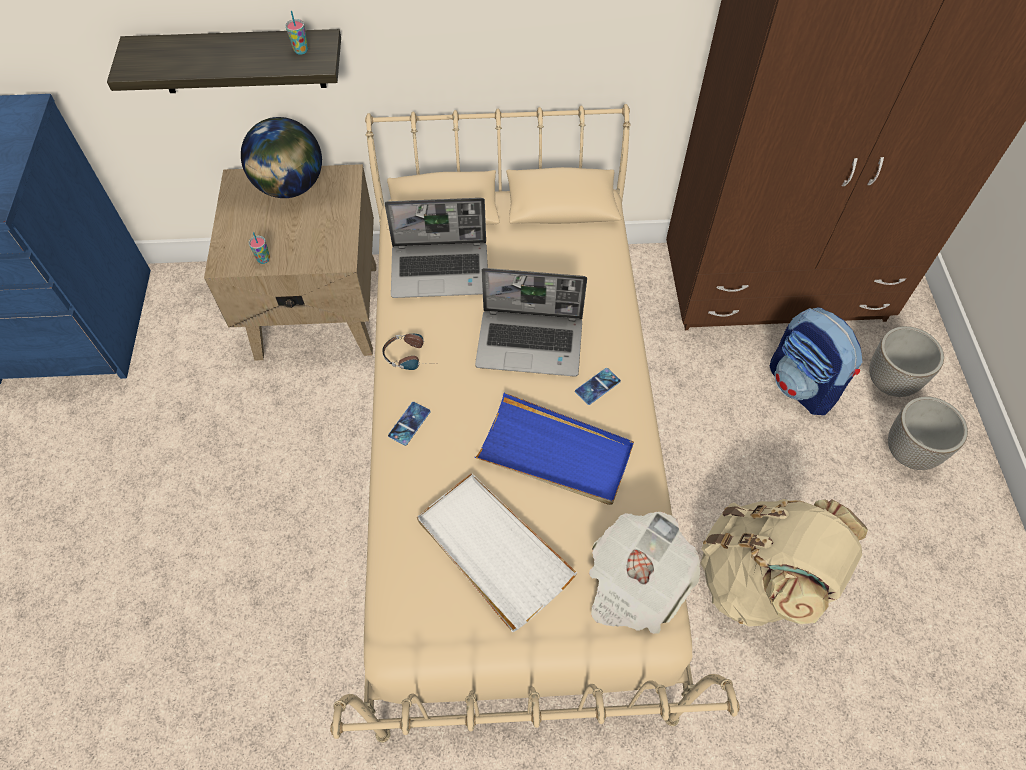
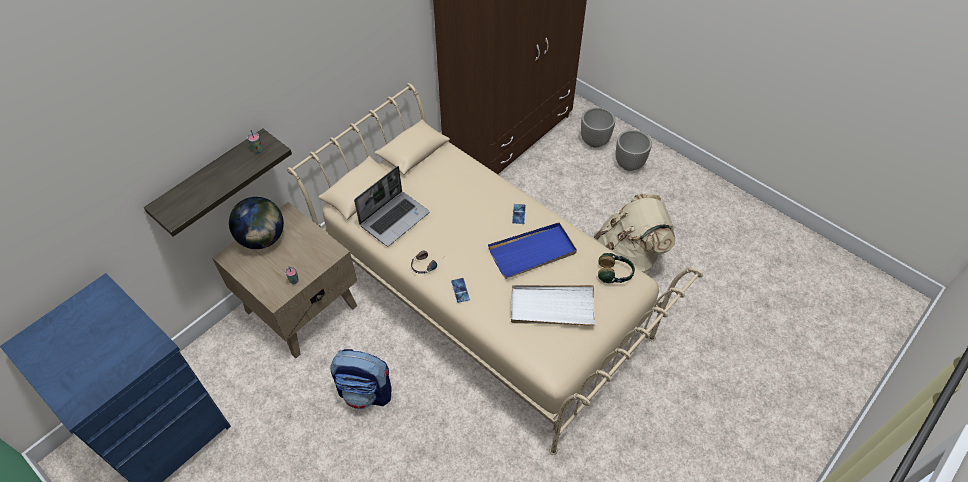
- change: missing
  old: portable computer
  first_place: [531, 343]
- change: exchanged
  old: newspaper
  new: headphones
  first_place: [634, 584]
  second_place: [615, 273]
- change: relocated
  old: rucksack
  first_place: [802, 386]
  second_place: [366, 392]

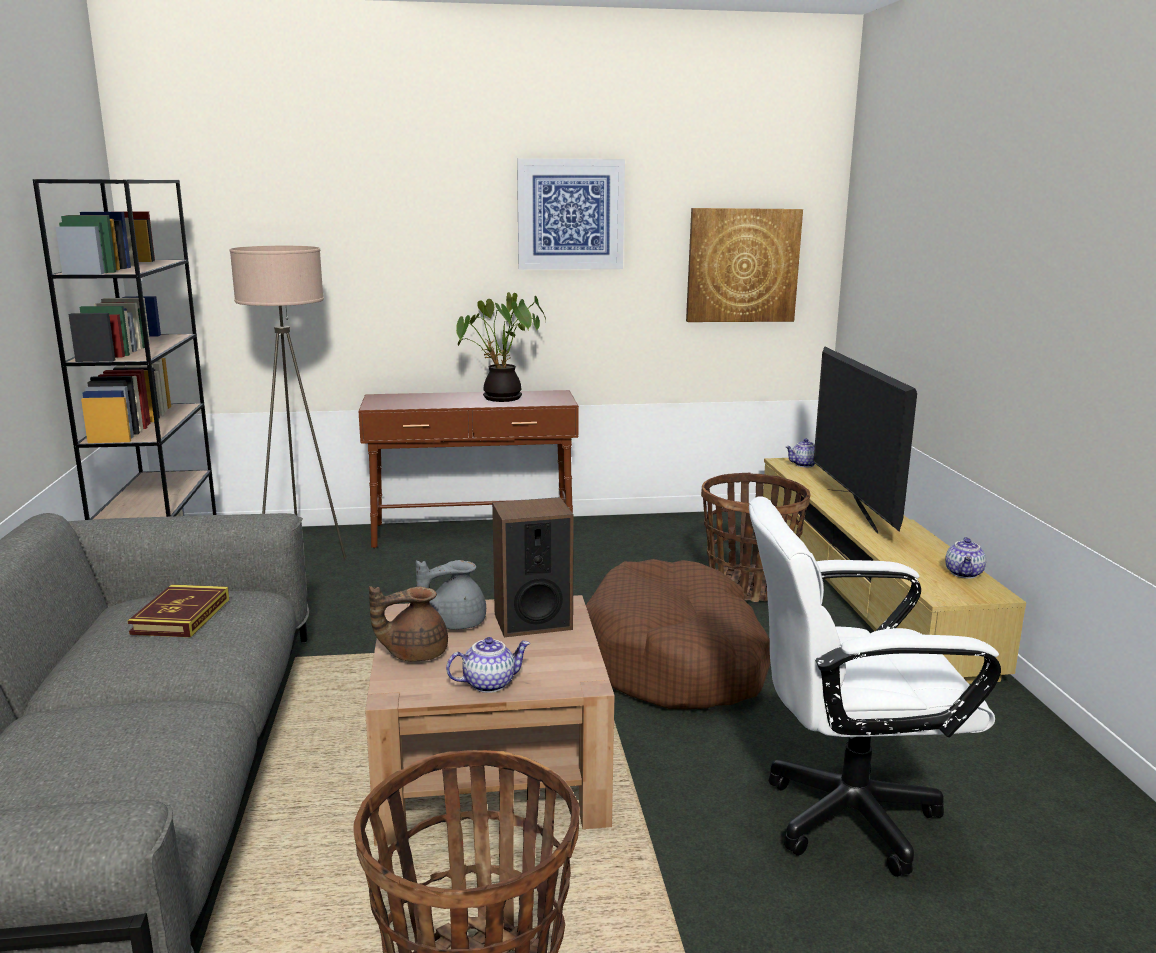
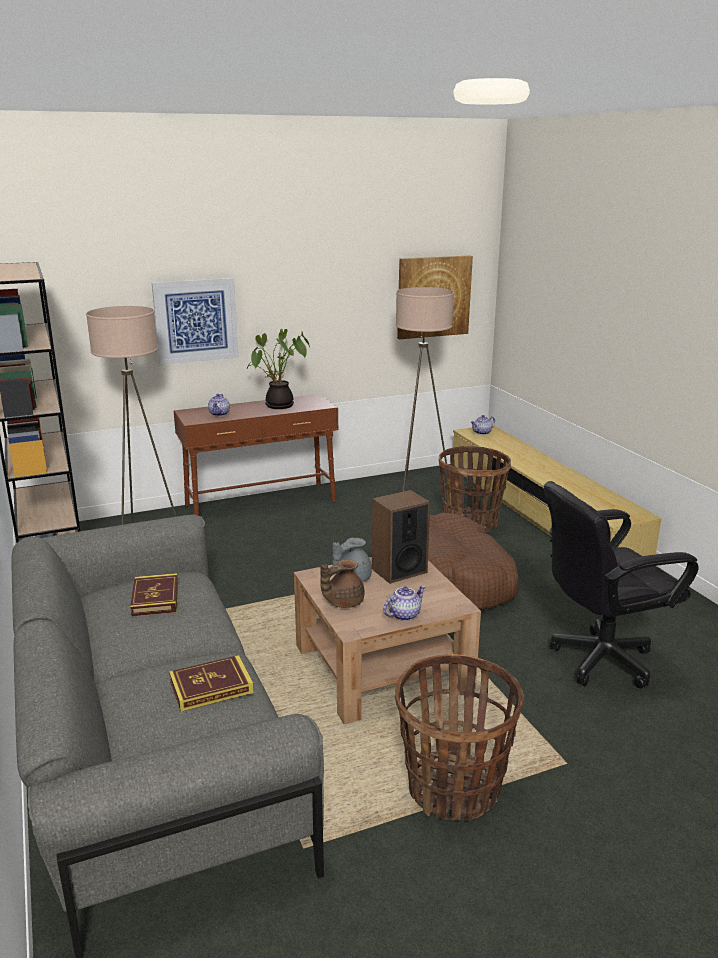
- change: relocated
  old: picture
  first_place: [570, 214]
  second_place: [196, 320]
- change: colour
  old: white office chair
  new: blackish office chair
  first_place: [841, 821]
  second_place: [598, 663]
- change: missing
  old: television
  first_place: [852, 510]
- change: relocated
  old: teapot
  first_place: [964, 574]
  second_place: [220, 414]
- change: appeared
  new: book
  second_place: [211, 687]
- change: appeared
  new: beige-coloured standing lamp
  second_place: [419, 492]

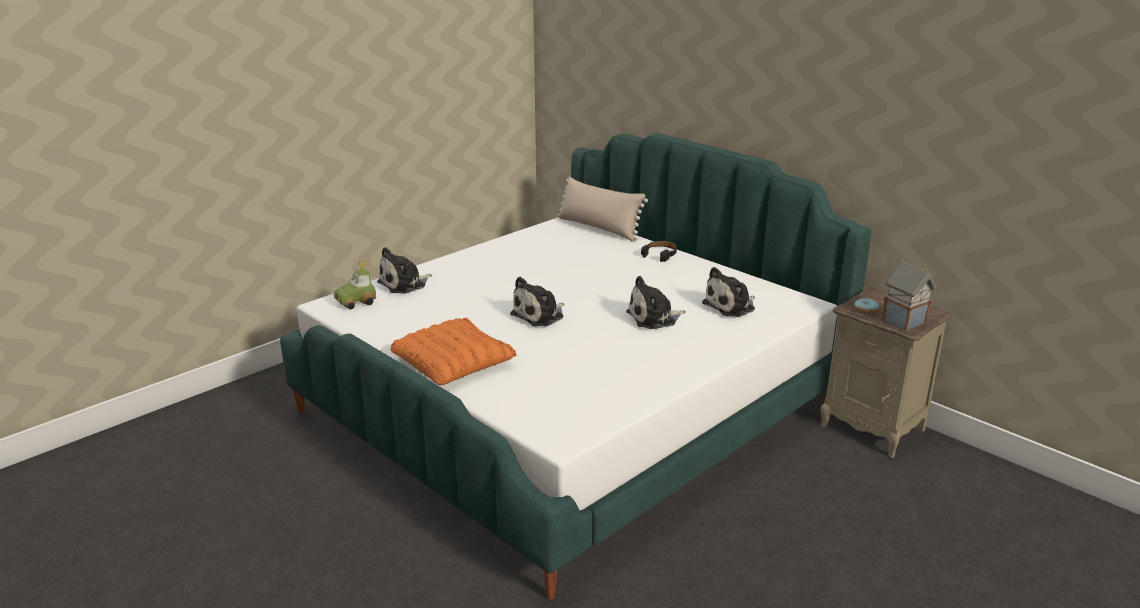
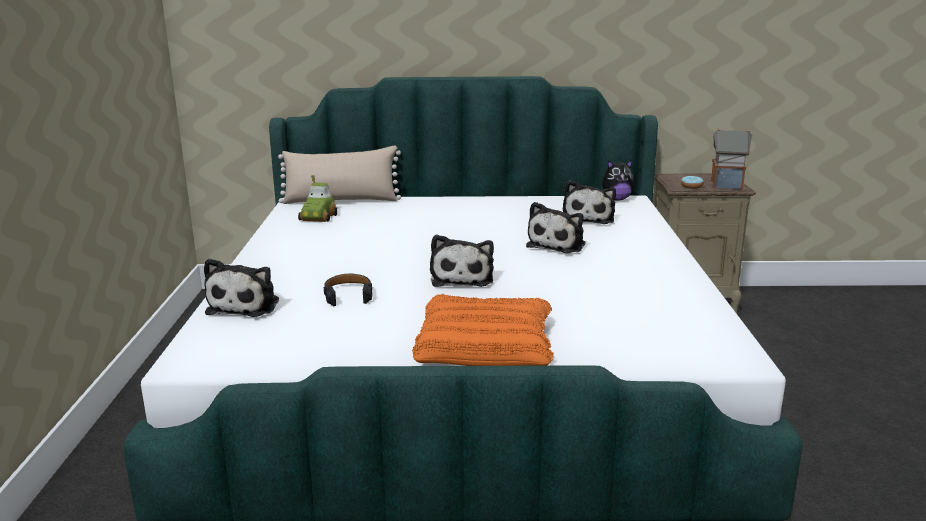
- change: relocated
  old: miniature car
  first_place: [356, 302]
  second_place: [318, 218]
- change: relocated
  old: blackish headphones
  first_place: [660, 254]
  second_place: [348, 295]
- change: appeared
  new: plush toy
  second_place: [616, 199]

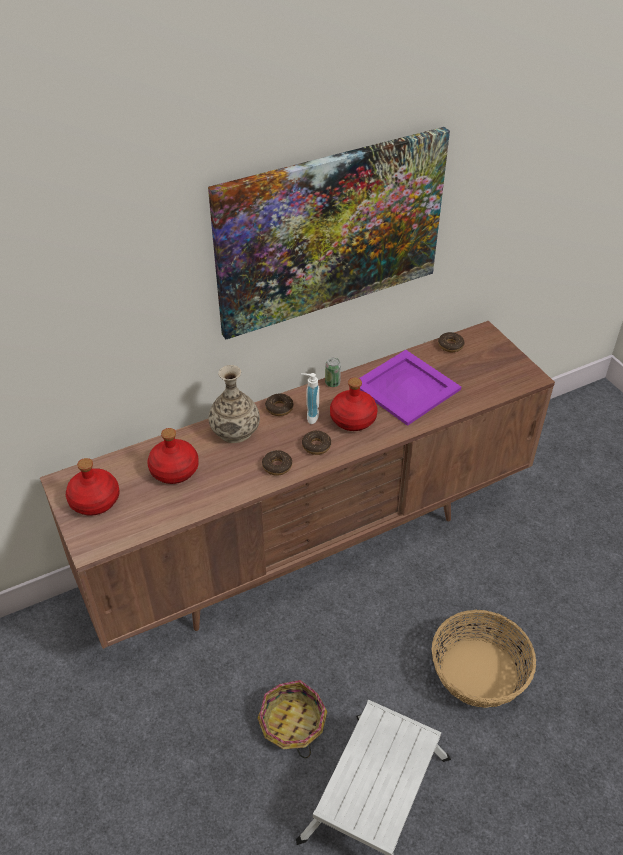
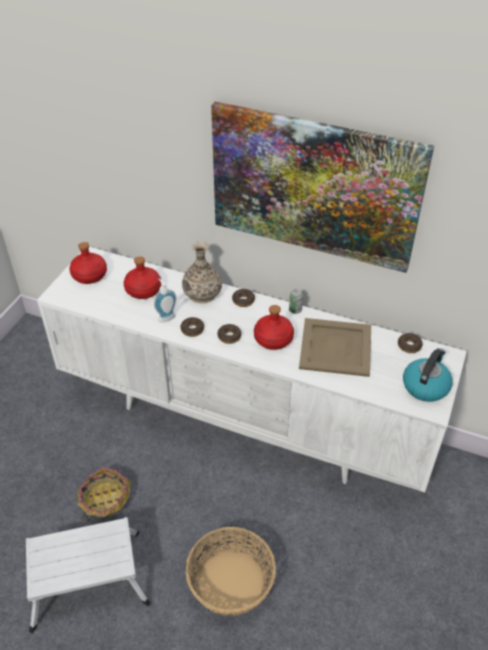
- change: colour
  old: brown storage cabinet
  new: white storage cabinet
  first_place: [312, 542]
  second_place: [246, 420]
- change: relocated
  old: soap dispenser
  first_place: [310, 416]
  second_place: [166, 316]
- change: colour
  old: purple-coloured tray
  new: beige-coloured tray
  first_place: [406, 388]
  second_place: [335, 347]
- change: appeared
  new: water kettle
  second_place: [425, 386]

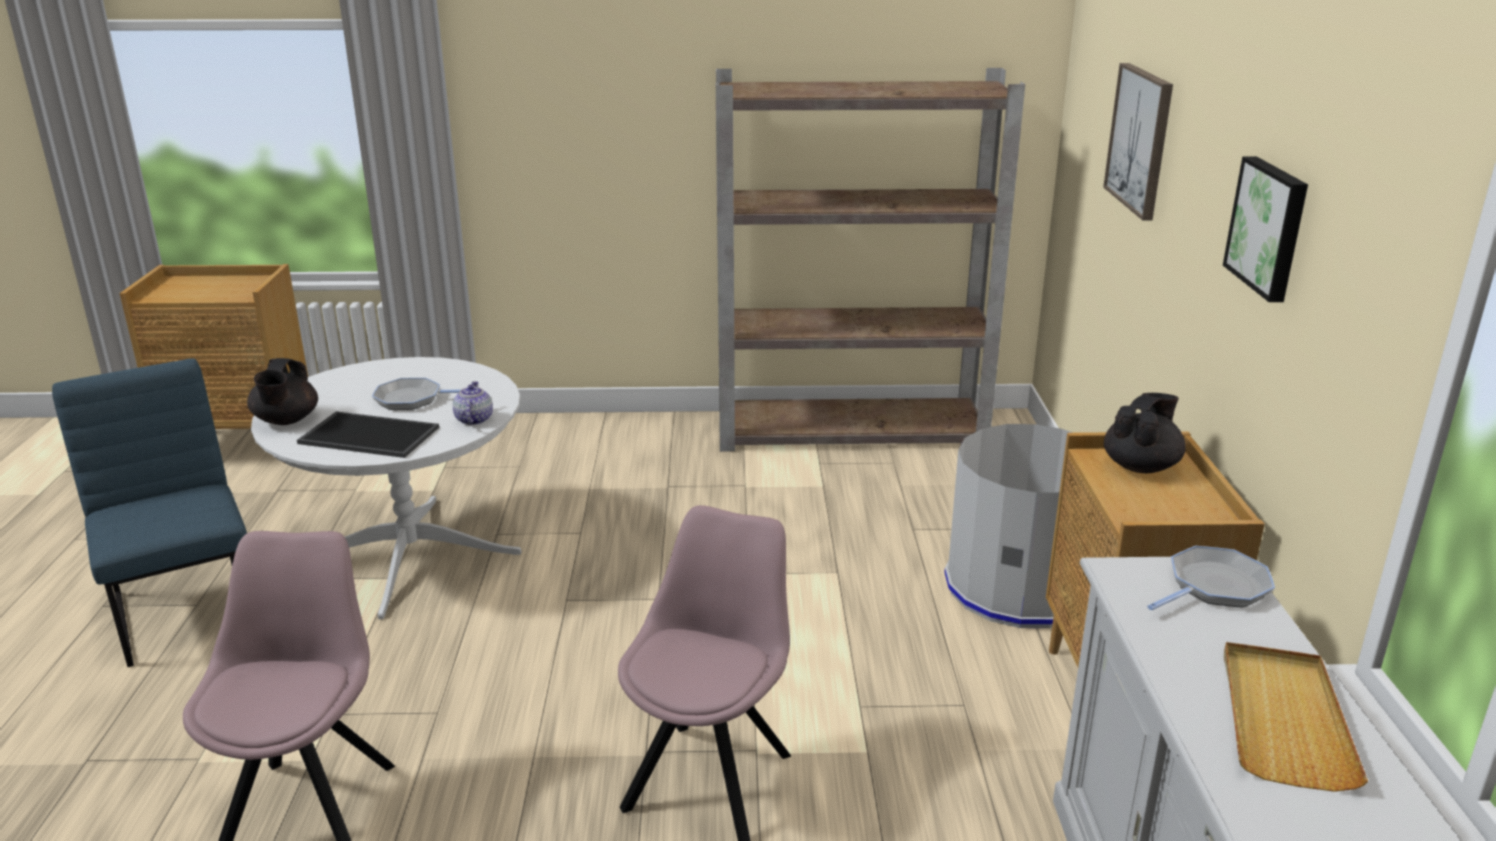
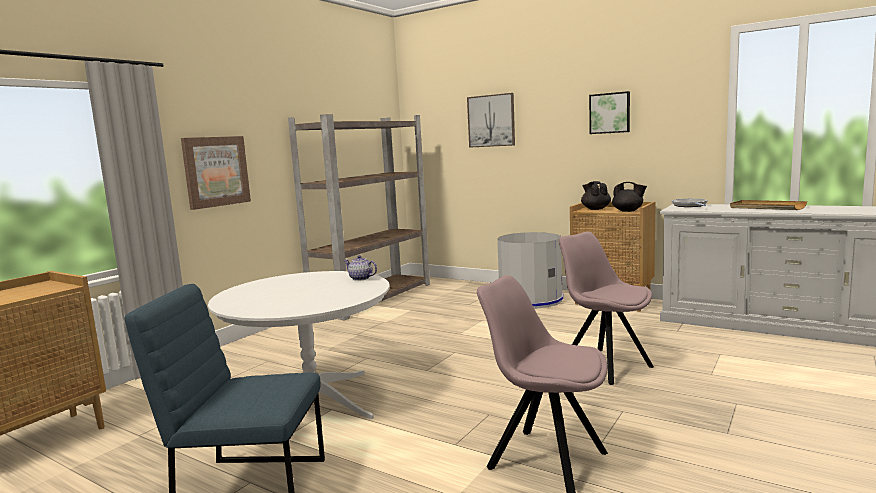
- change: relocated
  old: blackish teapot
  first_place: [286, 420]
  second_place: [628, 211]
- change: missing
  old: tray
  first_place: [367, 436]
- change: missing
  old: frying pan
  first_place: [412, 399]
- change: appeared
  new: picture
  second_place: [216, 171]

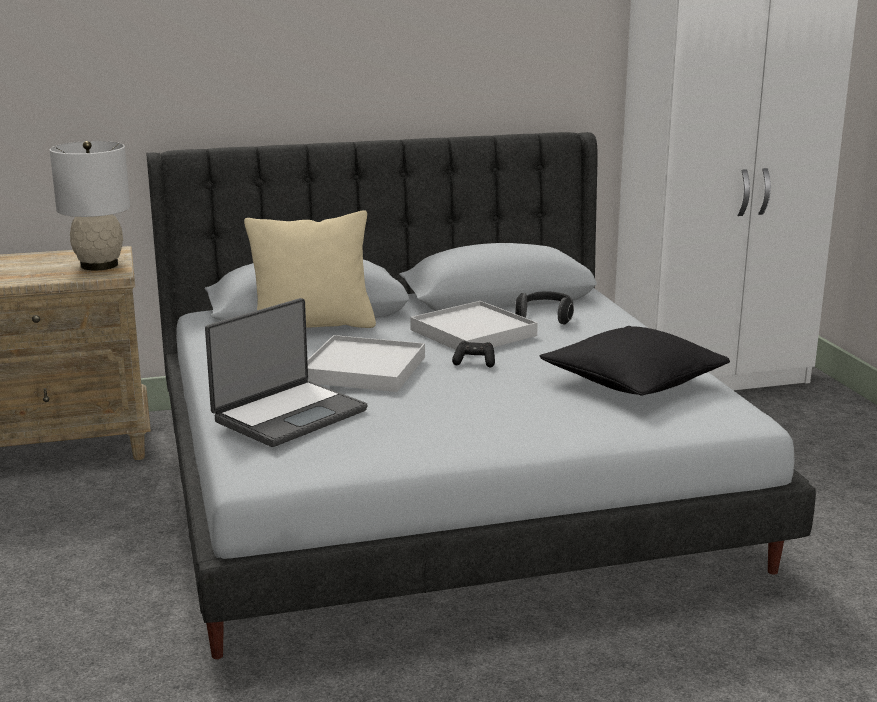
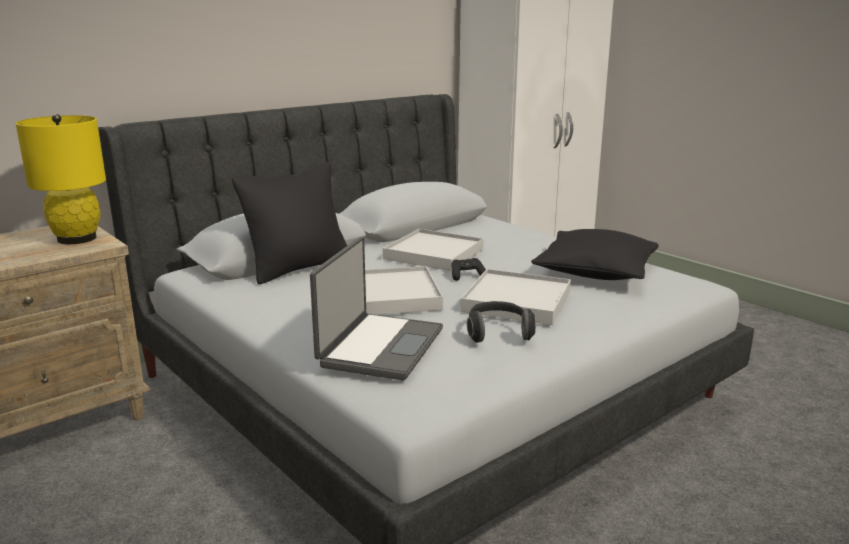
- change: colour
  old: white table lamp
  new: yellowish table lamp
  first_place: [99, 265]
  second_place: [77, 239]
- change: colour
  old: beige-coloured cushion
  new: blackish cushion
  first_place: [313, 327]
  second_place: [298, 268]
- change: relocated
  old: headphones
  first_place: [546, 317]
  second_place: [498, 333]
- change: appeared
  new: white tray
  second_place: [517, 301]

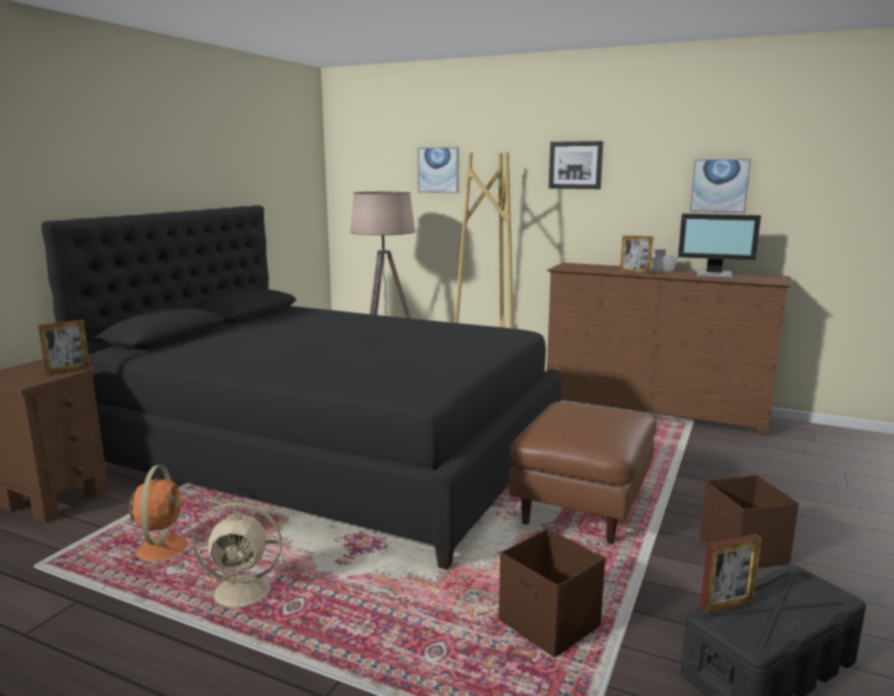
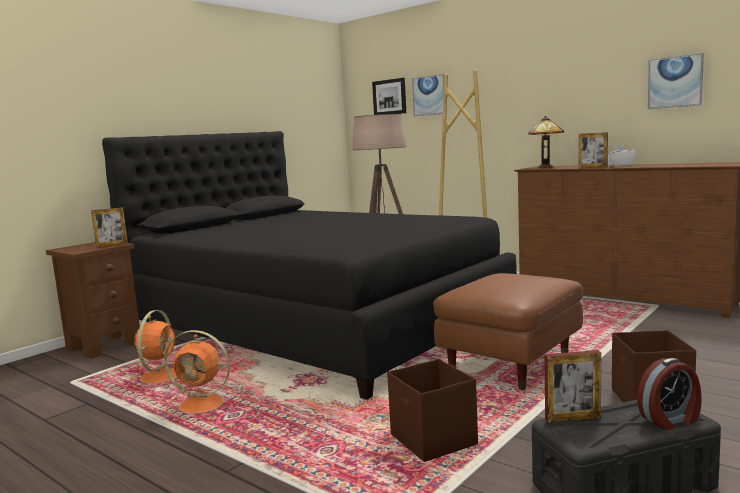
- change: colour
  old: beige-coloured electric fan
  new: orange electric fan
  first_place: [245, 591]
  second_place: [203, 404]
- change: relocated
  old: picture
  first_place: [575, 165]
  second_place: [389, 97]
- change: missing
  old: computer display
  first_place: [714, 274]
- change: appeared
  new: table lamp
  second_place: [546, 167]
- change: appeared
  new: alarm clock
  second_place: [670, 420]

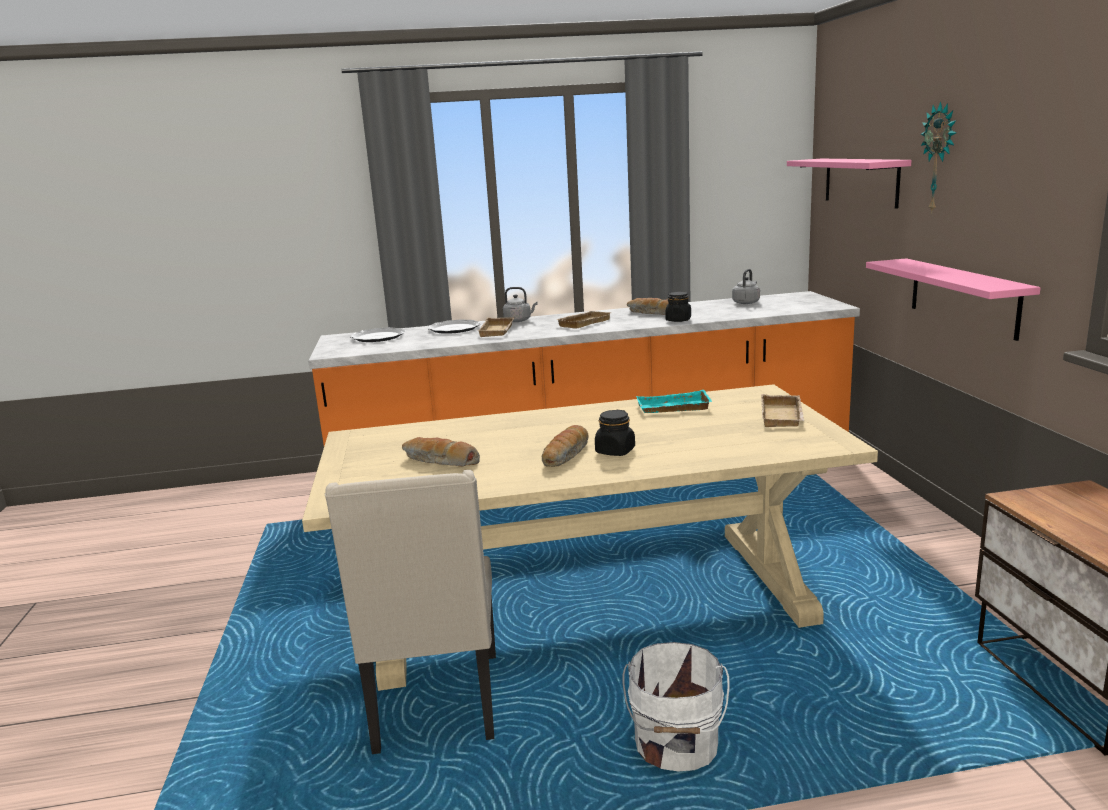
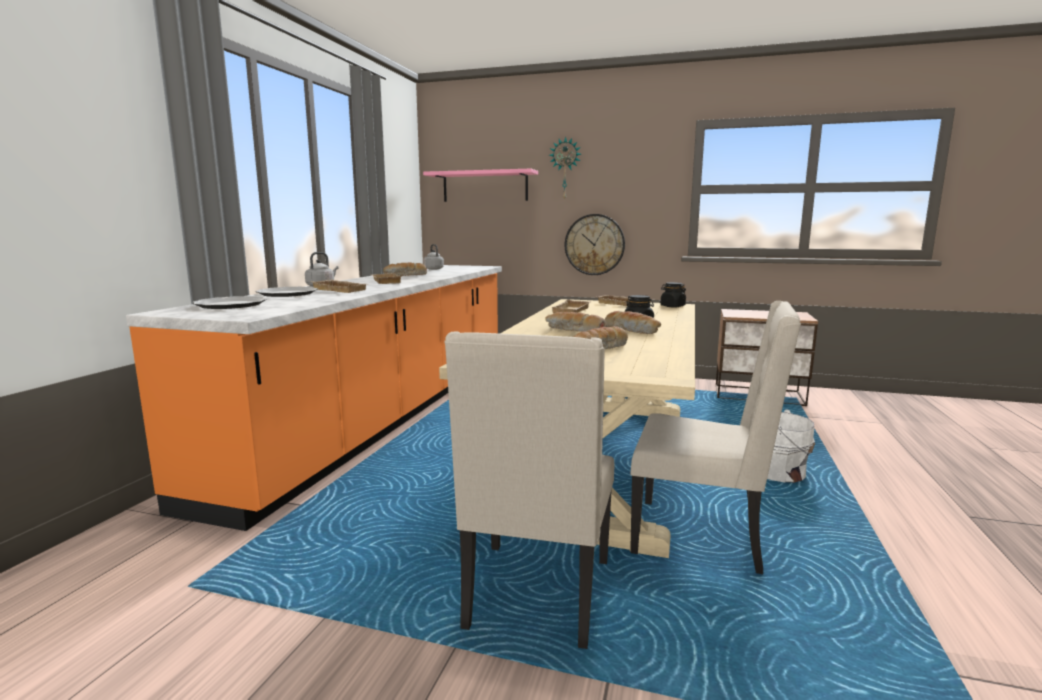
- change: colour
  old: blue-green tray
  new: beige-coloured tray
  first_place: [672, 408]
  second_place: [572, 311]
- change: relocated
  old: blackish storage jar
  first_place: [678, 320]
  second_place: [672, 306]
- change: exchanged
  old: pink-coloured wall shelf
  new: hanging clock
  first_place: [963, 297]
  second_place: [594, 244]
- change: appeared
  new: beige-coloured upright chair
  second_place: [536, 595]
- change: appeared
  new: baked bread
  second_place: [575, 331]

